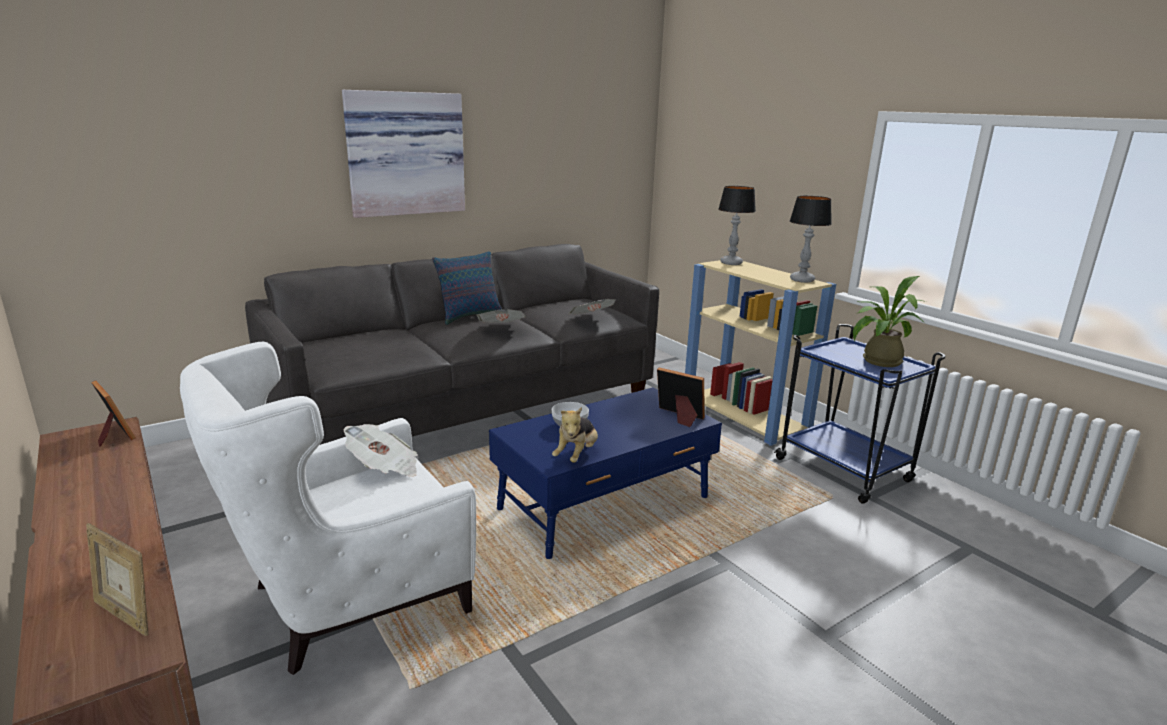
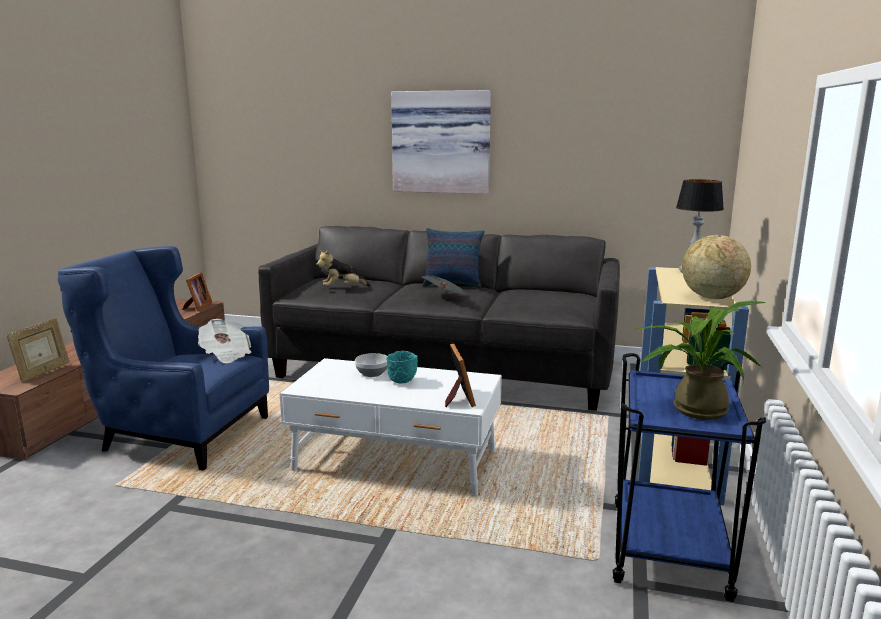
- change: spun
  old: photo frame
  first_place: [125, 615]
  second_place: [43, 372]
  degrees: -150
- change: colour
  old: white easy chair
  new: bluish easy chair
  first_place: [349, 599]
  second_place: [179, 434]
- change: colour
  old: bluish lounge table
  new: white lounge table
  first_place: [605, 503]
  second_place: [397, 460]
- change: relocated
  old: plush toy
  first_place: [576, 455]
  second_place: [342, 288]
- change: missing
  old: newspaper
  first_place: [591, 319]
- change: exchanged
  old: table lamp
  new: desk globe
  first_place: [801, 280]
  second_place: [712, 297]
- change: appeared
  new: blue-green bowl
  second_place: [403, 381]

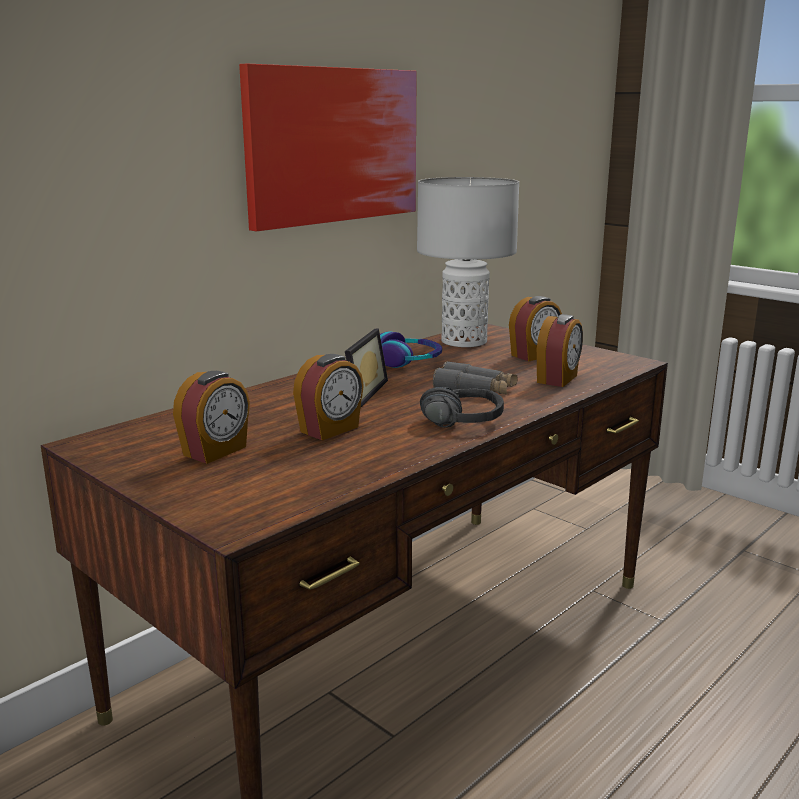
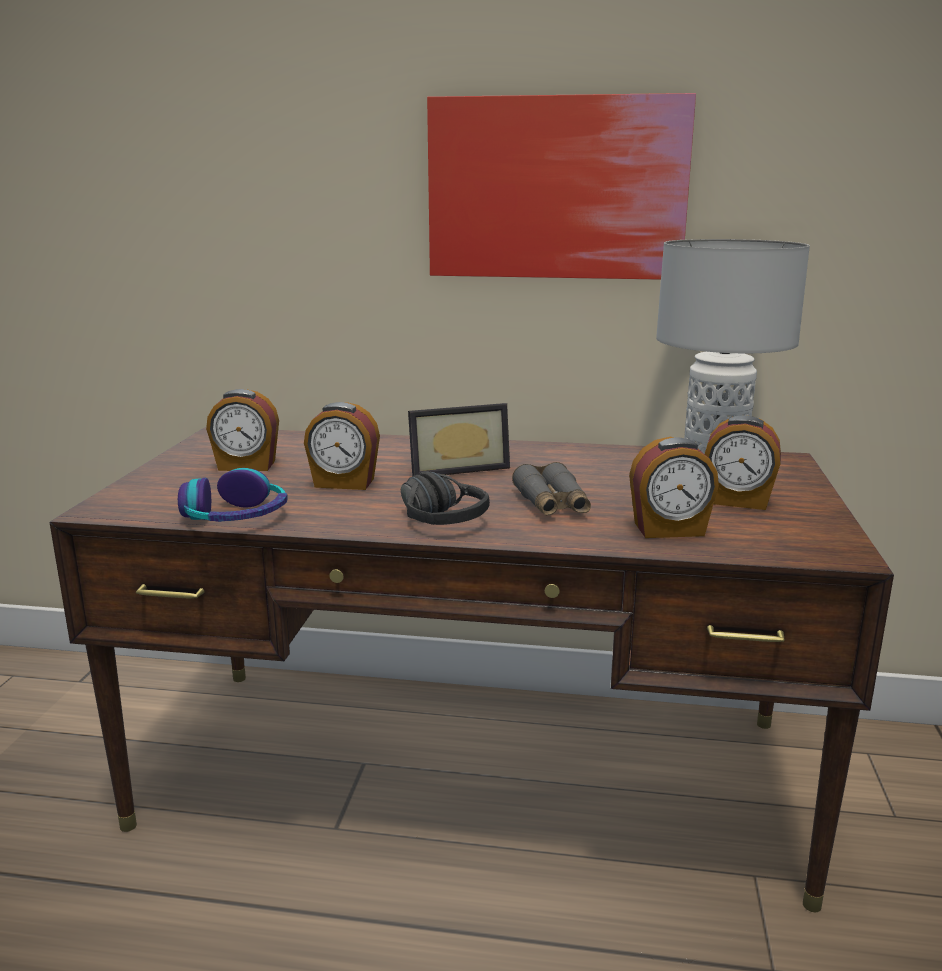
- change: relocated
  old: headphones
  first_place: [408, 361]
  second_place: [236, 517]

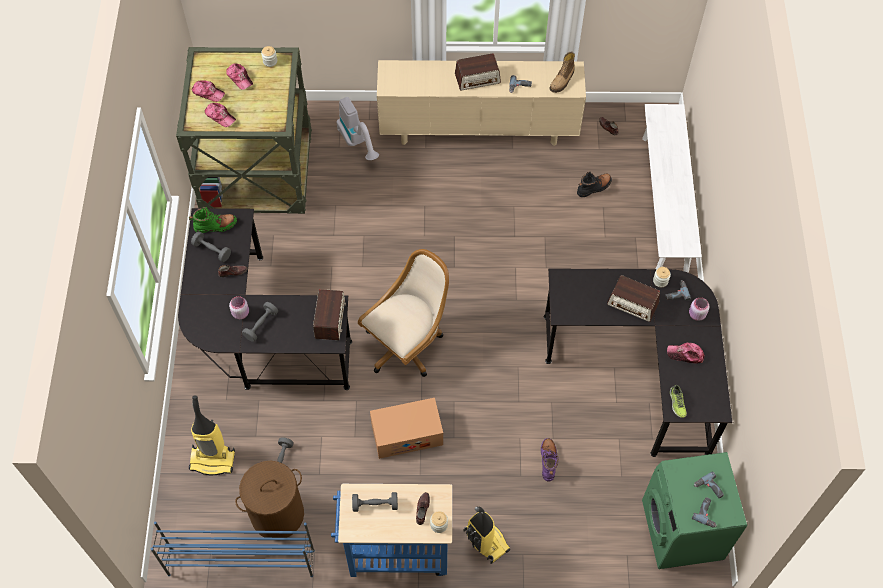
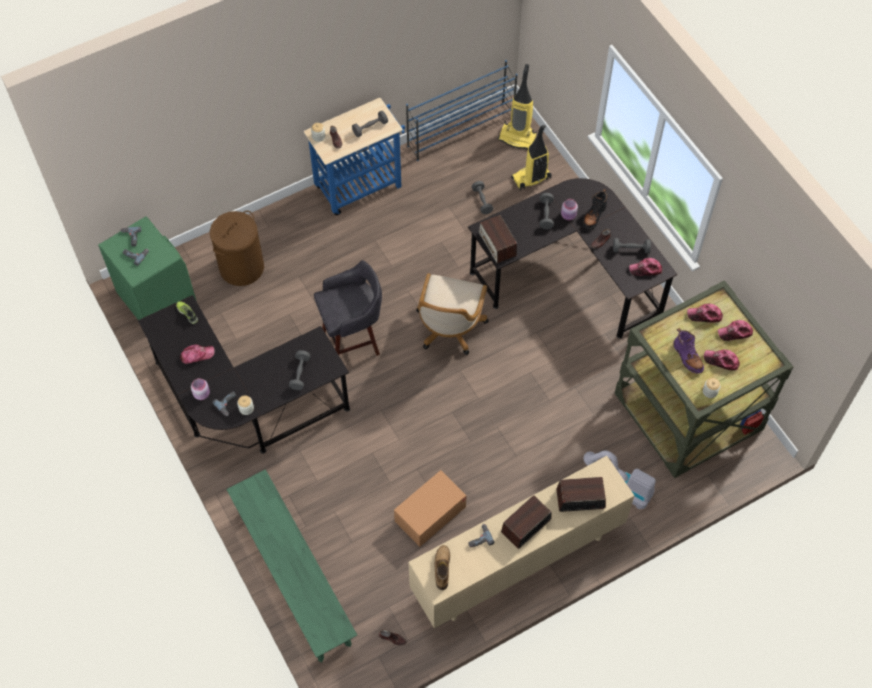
- change: exchanged
  old: green boot
  new: peaked cap
  first_place: [215, 226]
  second_place: [645, 269]
- change: relocated
  old: brown washing basket
  first_place: [277, 515]
  second_place: [241, 267]
- change: relocated
  old: carton
  first_place: [407, 434]
  second_place: [430, 514]
- change: relocated
  old: vacuum
  first_place: [485, 541]
  second_place: [518, 137]
- change: relocated
  old: purple-coloured boot
  first_place: [548, 461]
  second_place: [687, 357]
- change: relocated
  old: blackish boot
  first_place: [594, 187]
  second_place: [594, 216]
- change: relocated
  old: radio set
  first_place: [632, 304]
  second_place: [580, 499]
- change: colour
  old: white bench
  new: green bench
  first_place: [664, 203]
  second_place: [294, 577]
- change: appeared
  new: gray dumbbell
  second_place: [300, 373]
- change: appeared
  new: gray stool seat
  second_place: [353, 343]

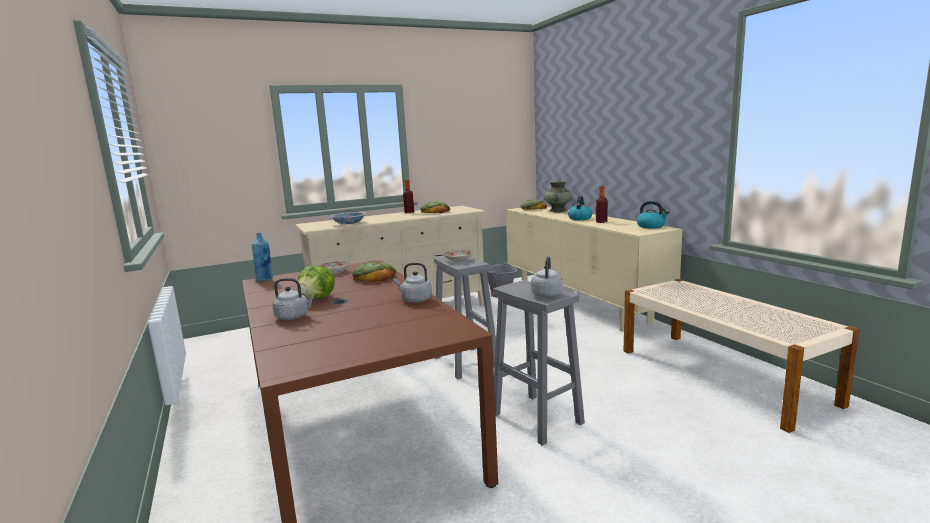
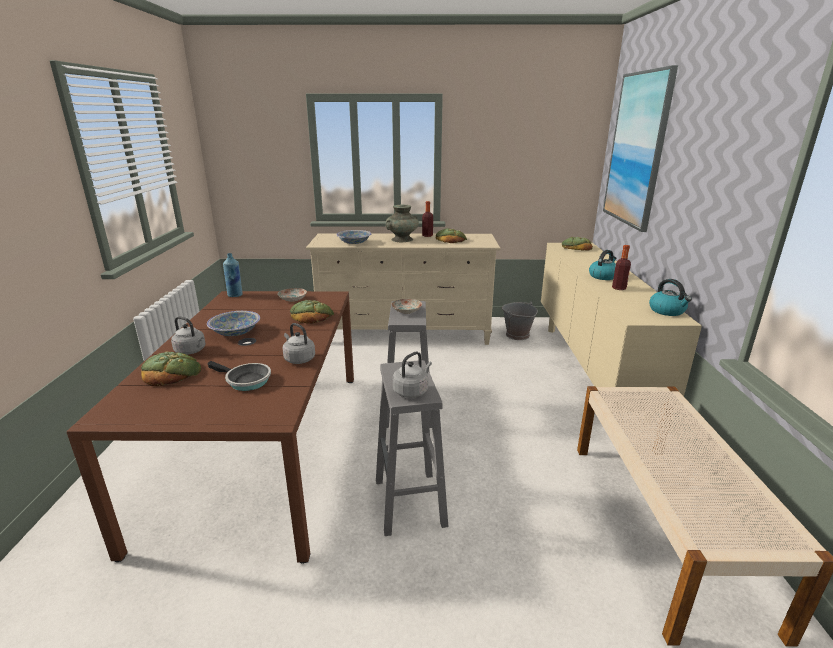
- change: exchanged
  old: head of lettuce
  new: bowl
  first_place: [318, 298]
  second_place: [236, 332]
- change: relocated
  old: blue-green vase
  first_place: [558, 210]
  second_place: [402, 239]
- change: appeared
  new: baked bread
  second_place: [171, 372]
- change: appeared
  new: frying pan
  second_place: [245, 381]
- change: appeared
  new: picture
  second_place: [637, 149]

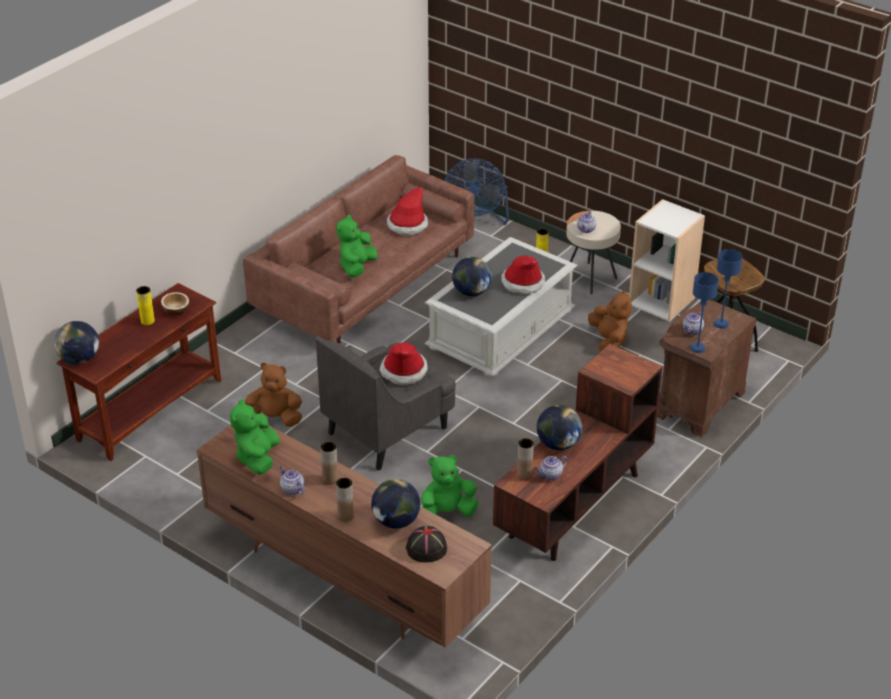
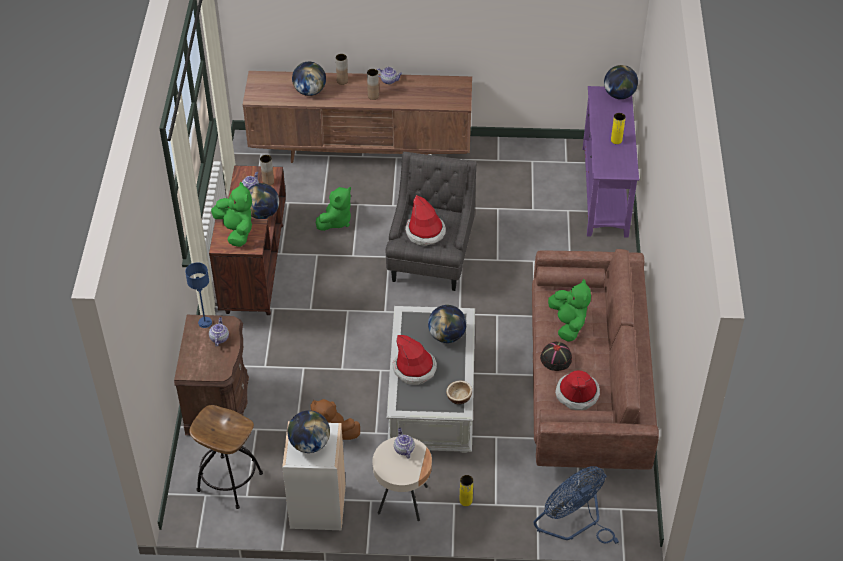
- change: colour
  old: brown console table
  new: purple-coloured console table
  first_place: [150, 409]
  second_place: [605, 192]
- change: relocated
  old: bowl
  first_place: [176, 310]
  second_place: [459, 397]
- change: relocated
  old: green plush toy
  first_place: [258, 458]
  second_place: [236, 231]
- change: missing
  old: brown plush toy
  first_place: [274, 418]
- change: relocated
  old: blackish hat
  first_place: [426, 548]
  second_place: [556, 358]
- change: missing
  old: bluish table lamp
  first_place: [721, 324]
- change: appeared
  new: desk globe
  second_place: [309, 444]

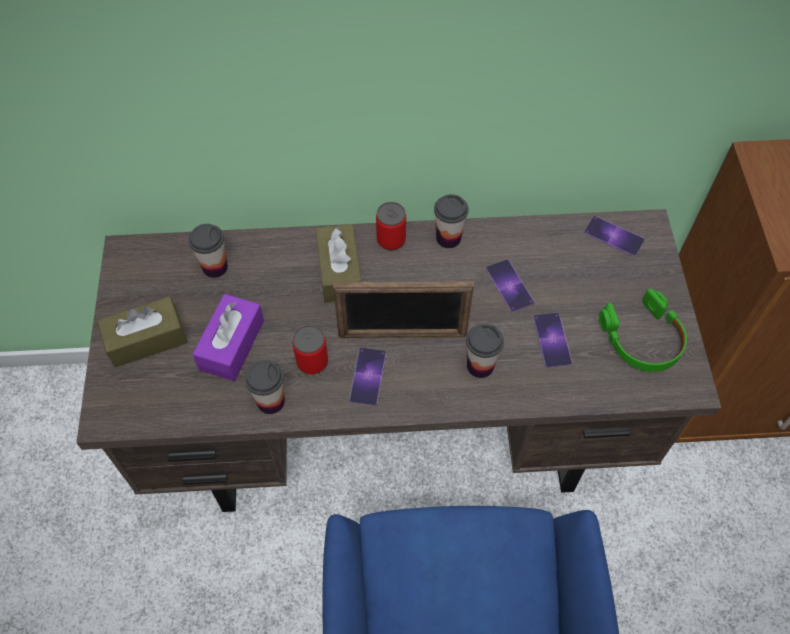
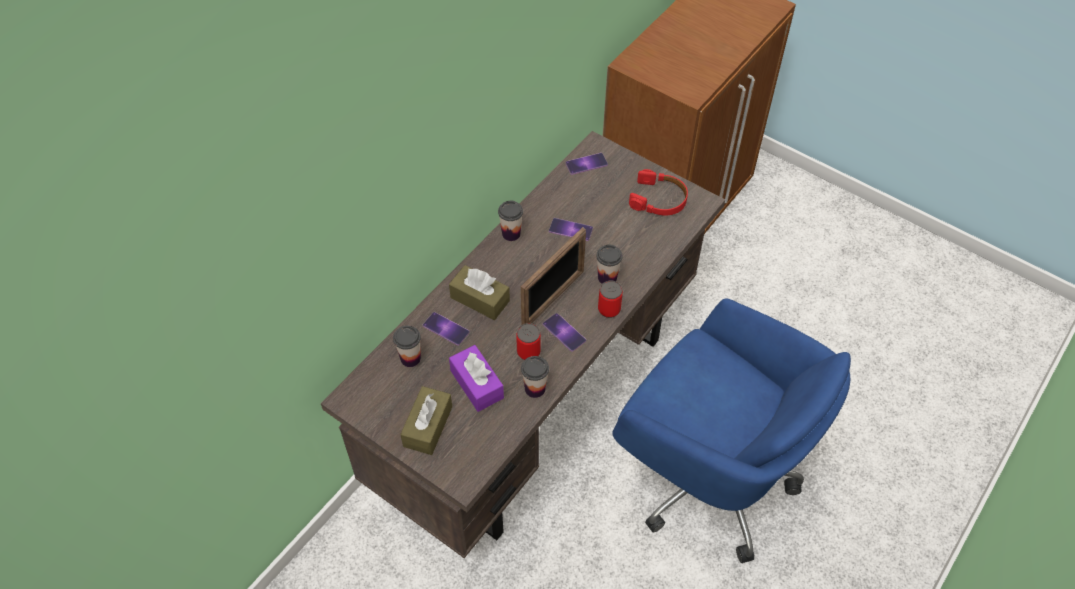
- change: relocated
  old: sealed can
  first_place: [391, 240]
  second_place: [609, 309]
- change: relocated
  old: phone
  first_place: [552, 340]
  second_place: [446, 329]
- change: colour
  old: green headphones
  new: red-coloured headphones
  first_place: [643, 339]
  second_place: [659, 199]

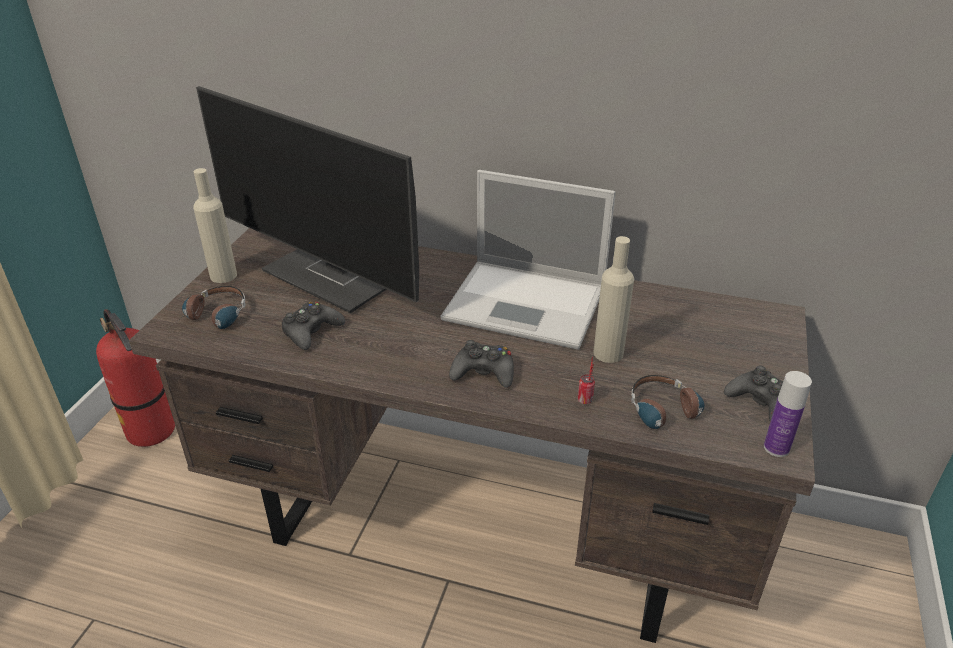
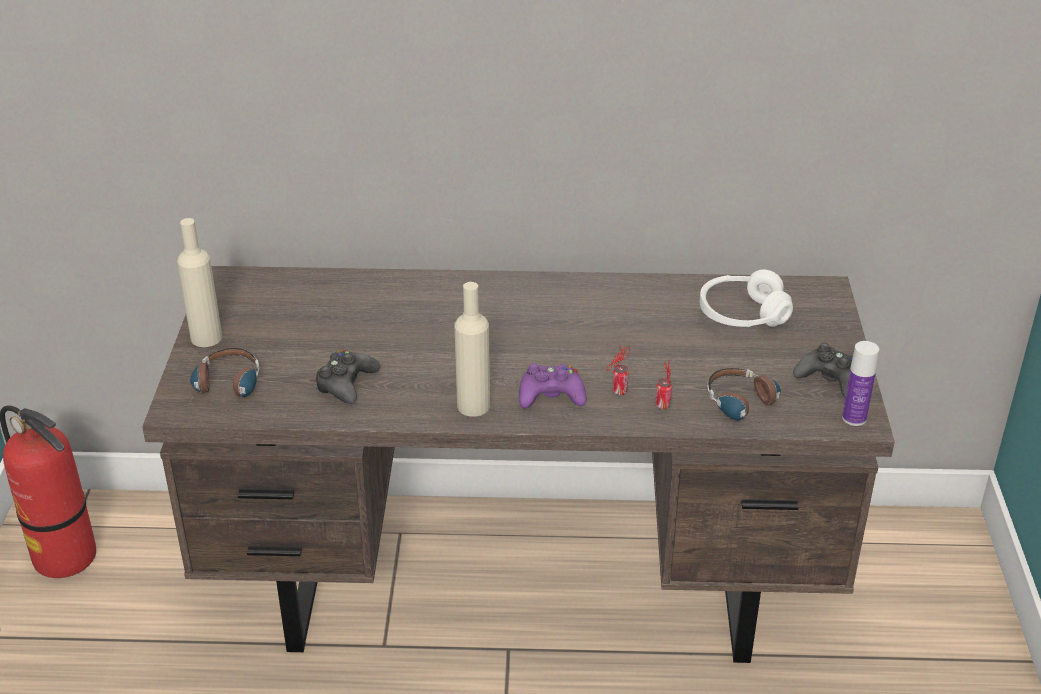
- change: missing
  old: computer display
  first_place: [336, 277]
- change: missing
  old: portable computer
  first_place: [528, 304]
- change: colour
  old: blackish game controller
  new: purple-coloured game controller
  first_place: [484, 372]
  second_place: [551, 395]
- change: relocated
  old: beige-coloured beverage bottle
  first_place: [608, 353]
  second_place: [473, 406]
- change: appeared
  new: sealed can
  second_place: [618, 392]
- change: appeared
  new: white headphones
  second_place: [742, 314]

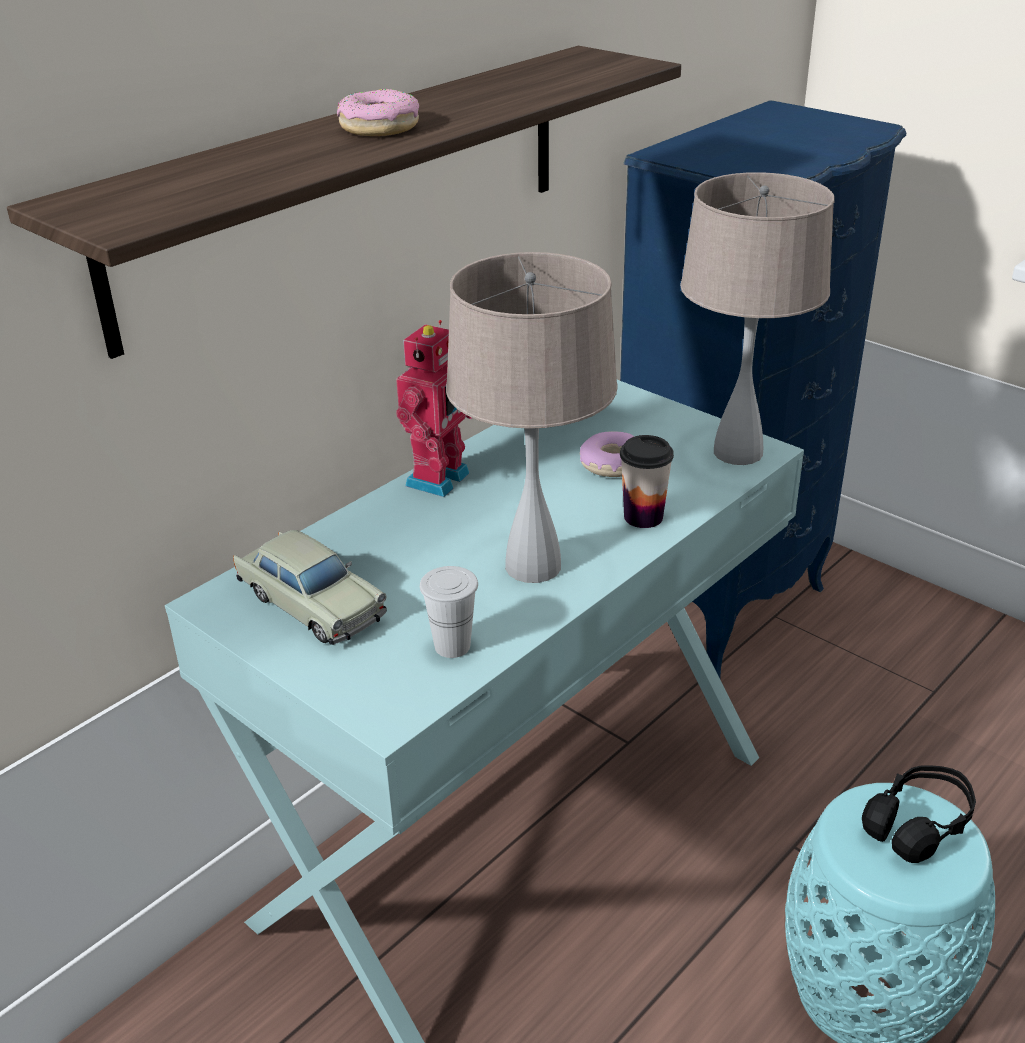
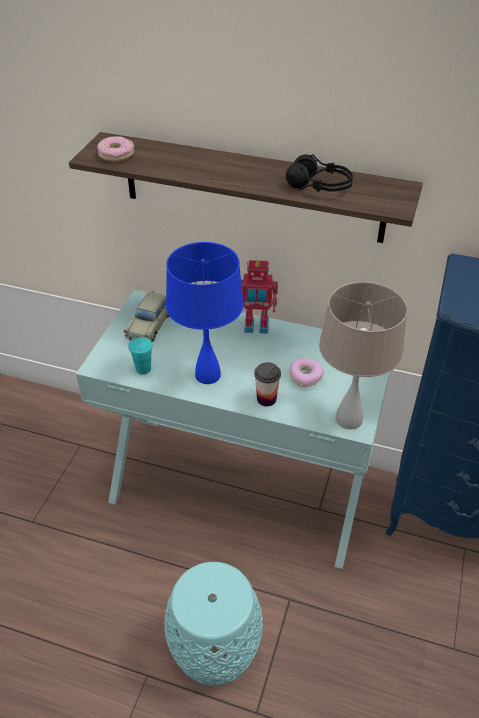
- change: relocated
  old: donut
  first_place: [379, 127]
  second_place: [116, 154]
- change: colour
  old: white drinking cup
  new: blue-green drinking cup
  first_place: [452, 646]
  second_place: [143, 369]
- change: colour
  old: beige-coloured table lamp
  new: bluish table lamp
  first_place: [534, 565]
  second_place: [208, 375]
- change: relocated
  old: blackish headphones
  first_place: [918, 824]
  second_place: [319, 186]

